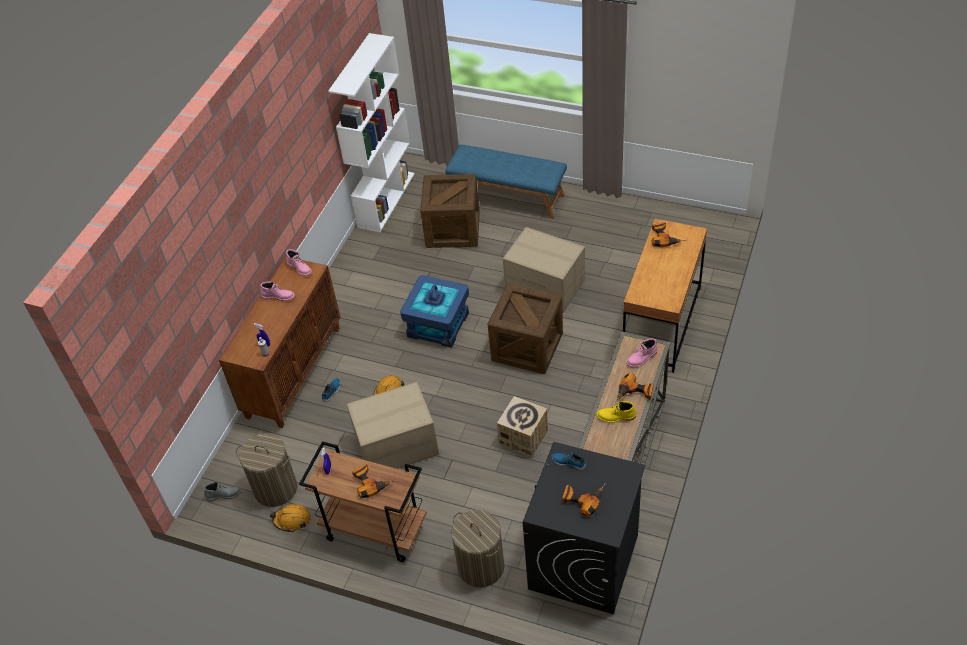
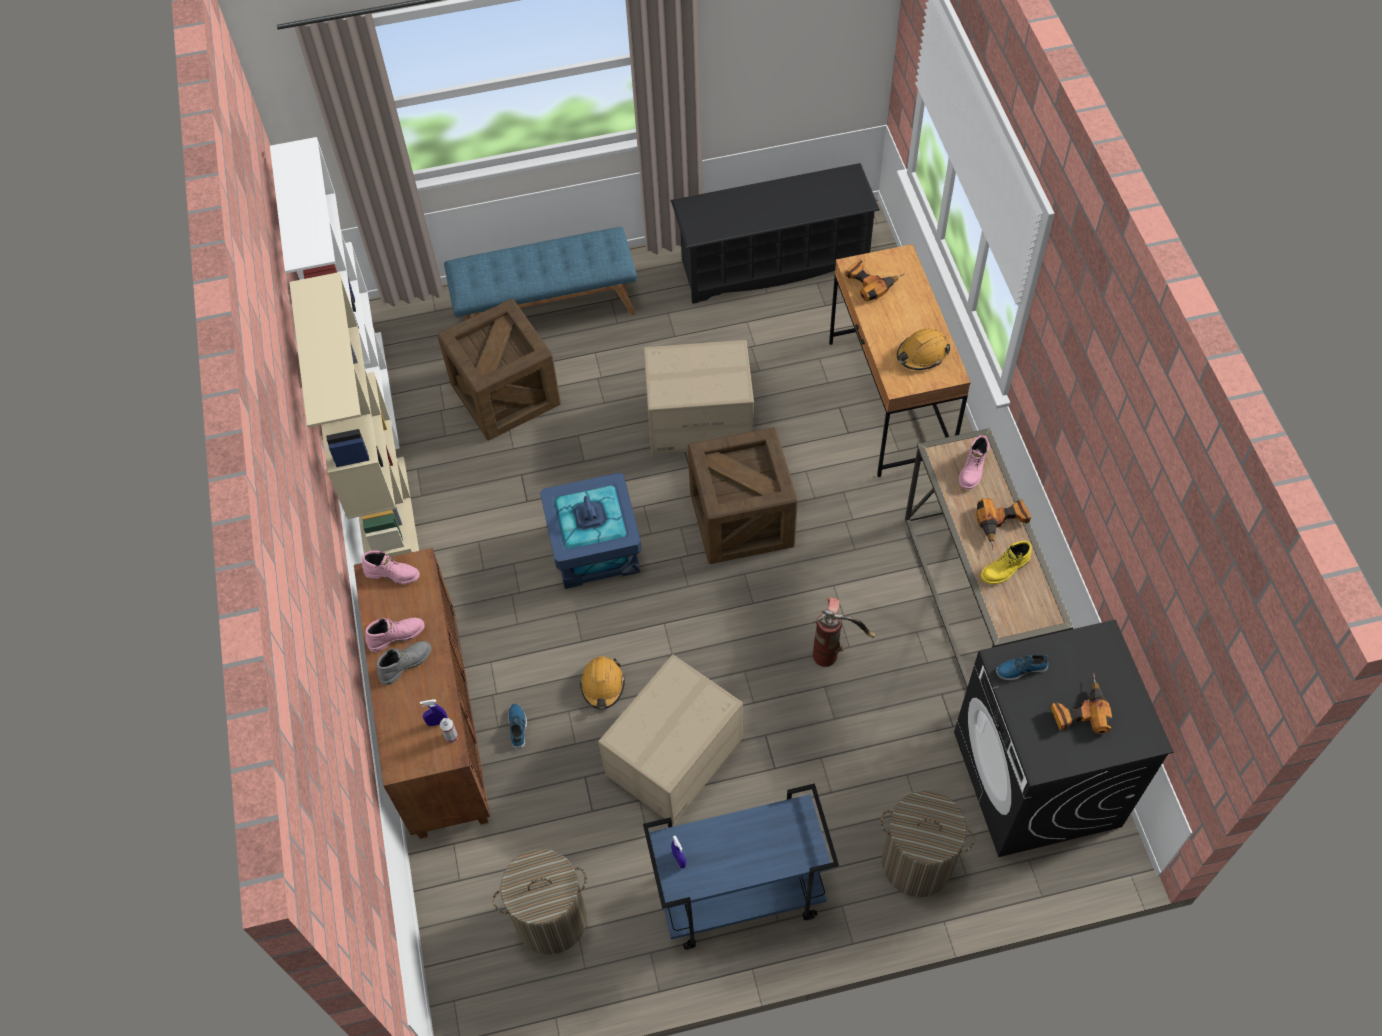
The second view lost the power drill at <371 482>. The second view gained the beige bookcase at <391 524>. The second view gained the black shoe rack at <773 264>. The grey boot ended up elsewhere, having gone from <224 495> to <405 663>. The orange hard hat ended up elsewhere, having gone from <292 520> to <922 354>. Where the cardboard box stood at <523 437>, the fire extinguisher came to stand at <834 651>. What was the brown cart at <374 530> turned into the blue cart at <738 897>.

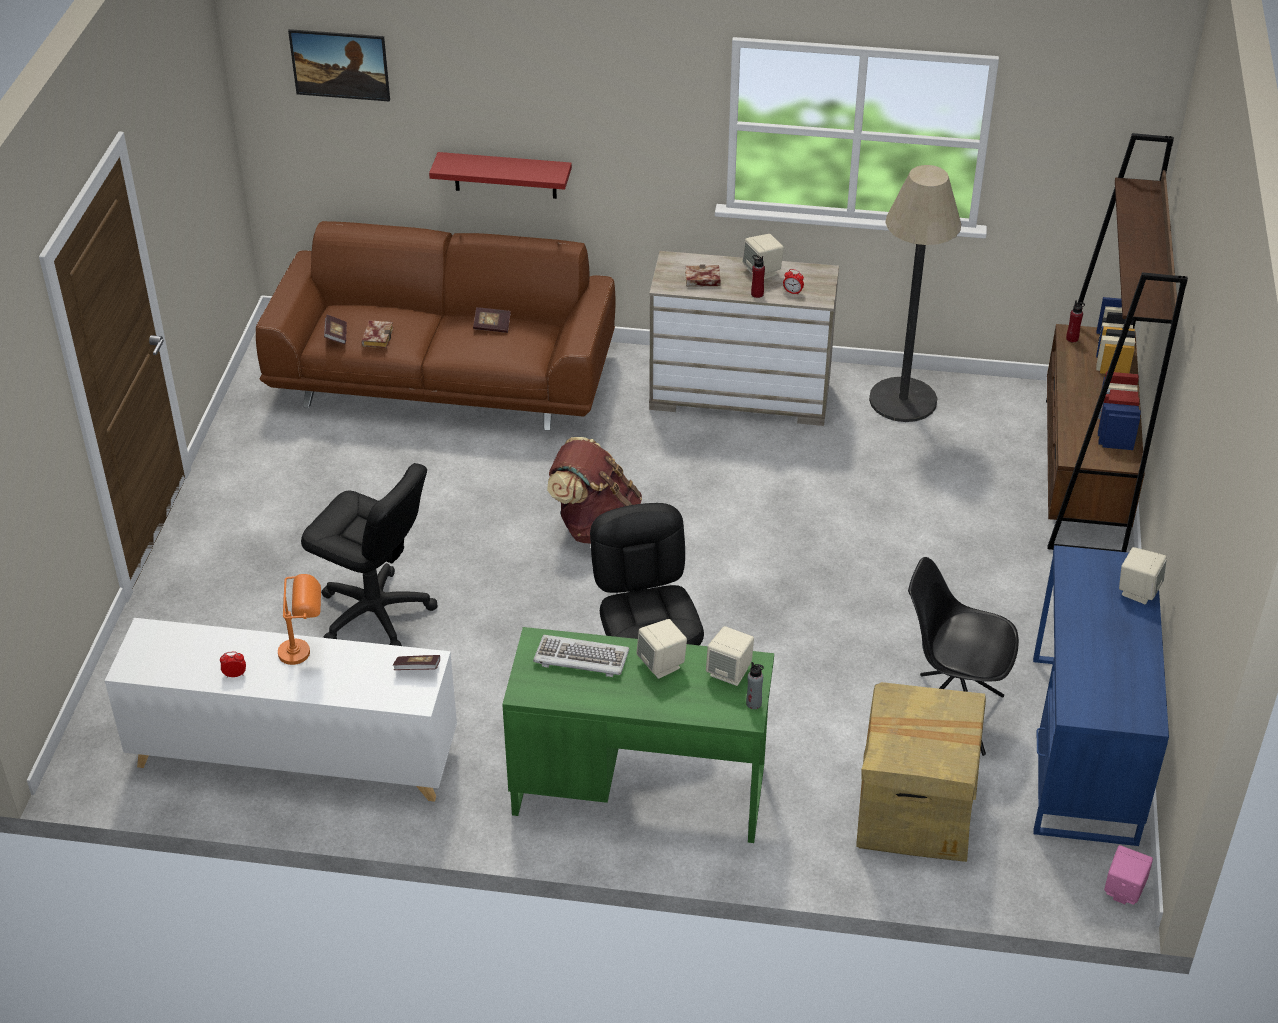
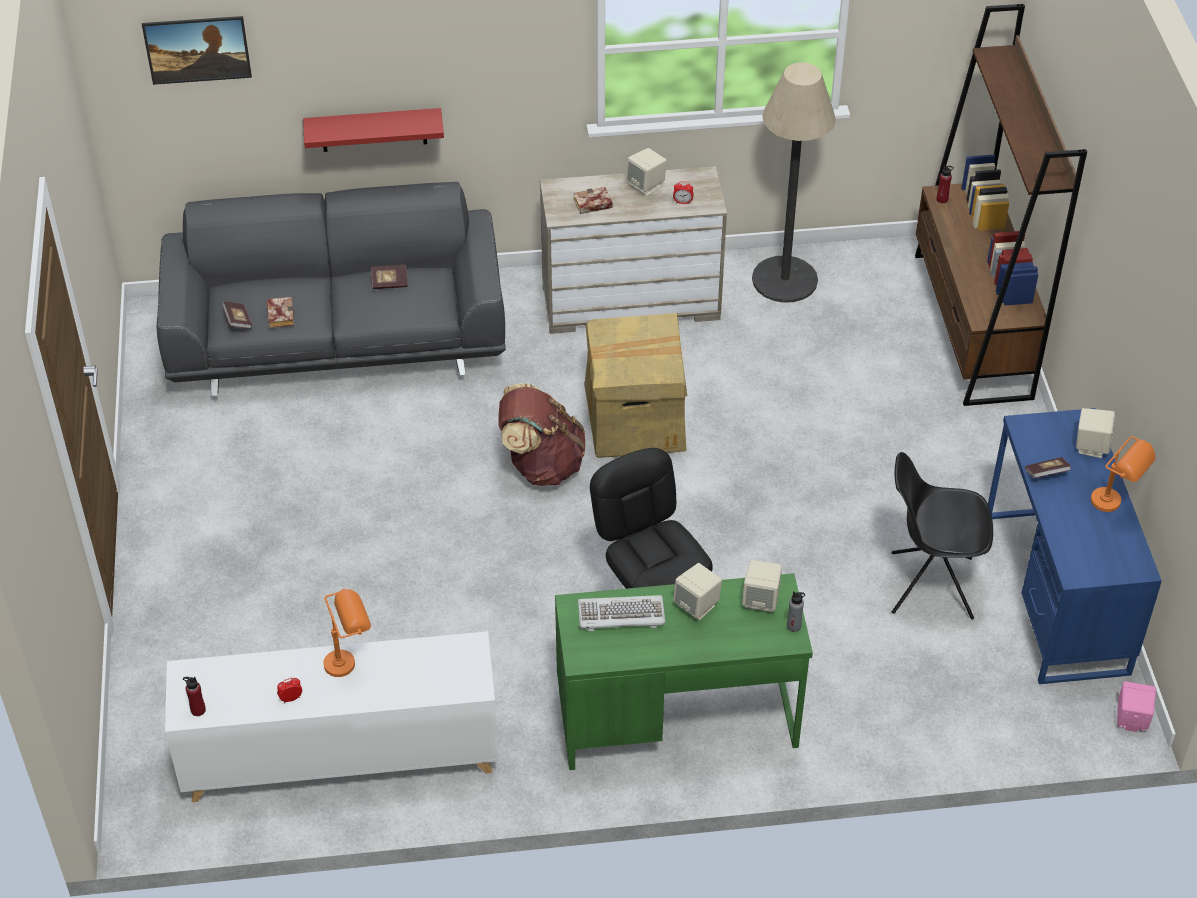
The second view lost the black office chair at <375 614>. The second view gained the orange table lamp at <1115 505>. The book ended up elsewhere, having gone from <417 669> to <1046 473>. The red bottle ended up elsewhere, having gone from <757 294> to <198 710>. The cardboard box ended up elsewhere, having gone from <914 809> to <635 419>. What was the brown sofa at <445 378> turned into the grey sofa at <338 337>.

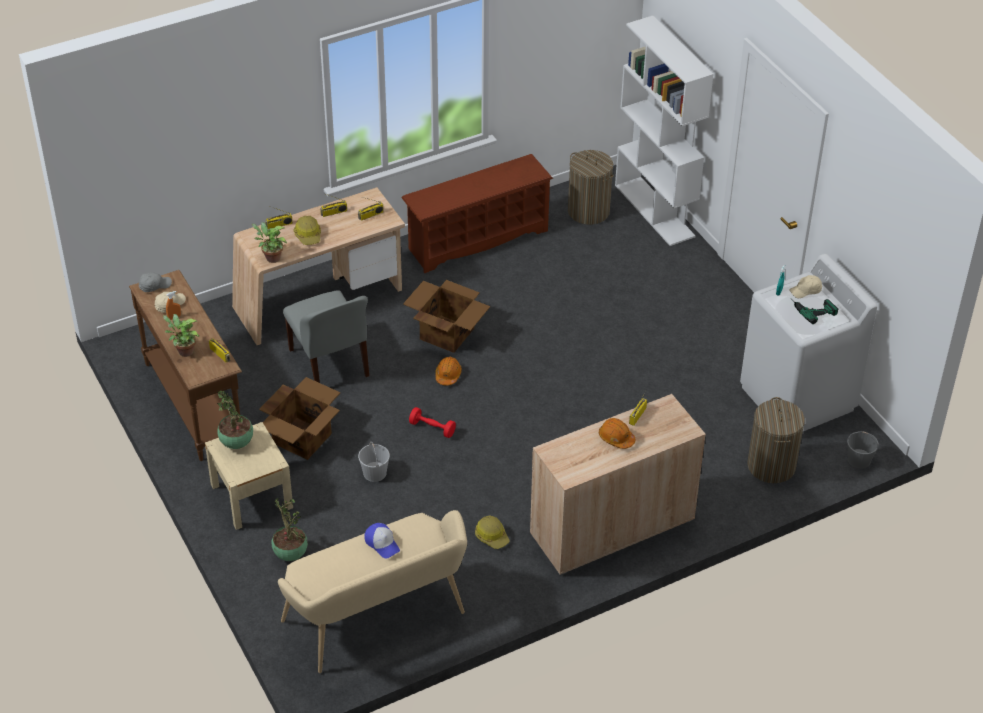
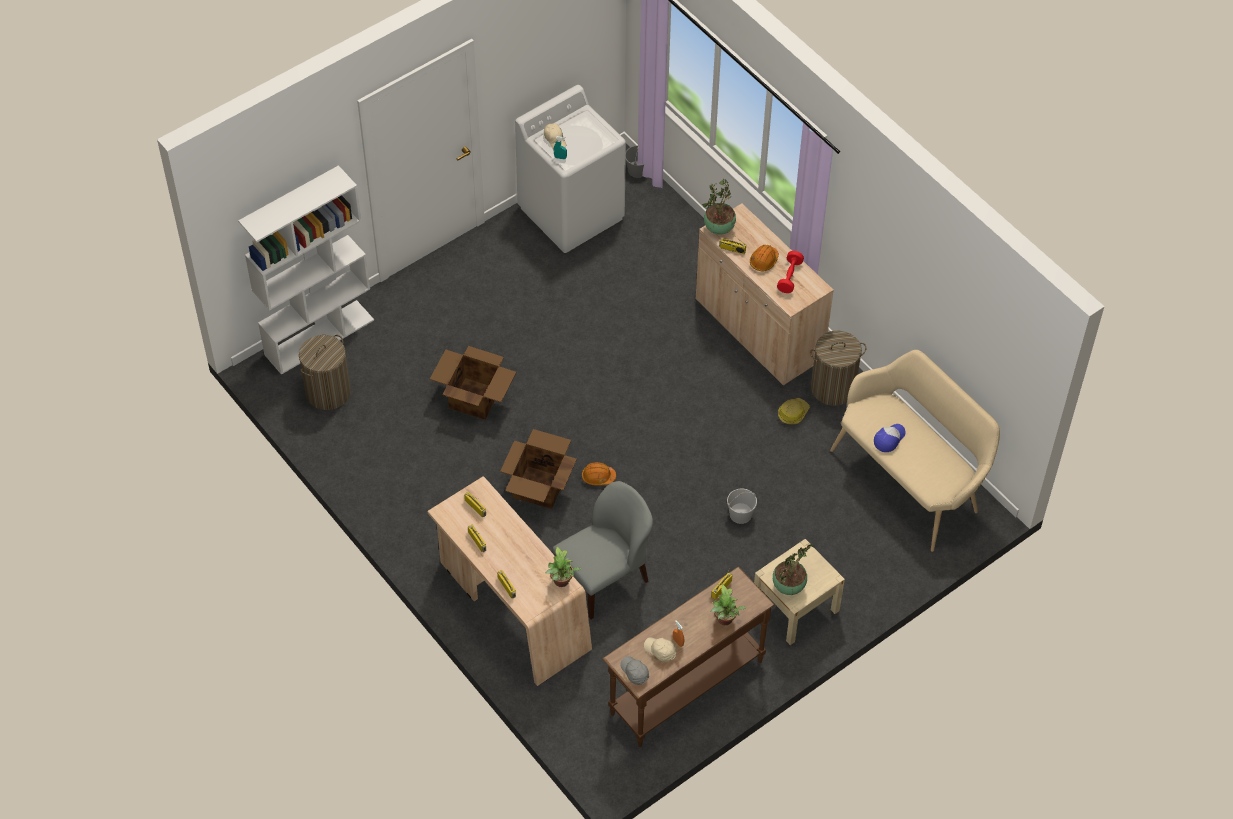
The second view lost the hard hat at <308 235>. The second view lost the brown shoe rack at <477 239>. The second view lost the power drill at <812 308>. The cardboard box ended up elsewhere, having gone from <302 438> to <474 398>. The potted plant ended up elsewhere, having gone from <290 554> to <718 229>. The red dumbbell ended up elsewhere, having gone from <432 428> to <789 277>. The laundry basket ended up elsewhere, having gone from <771 466> to <833 388>.

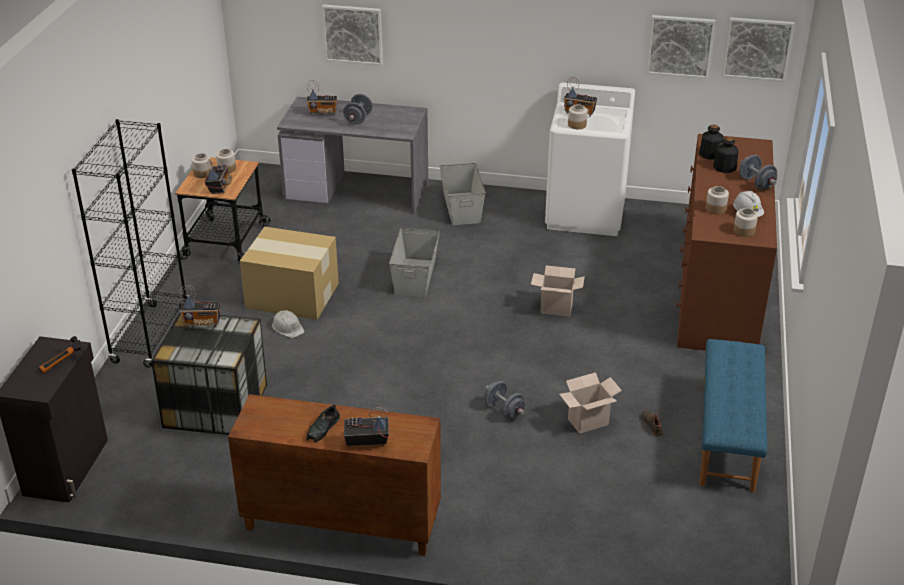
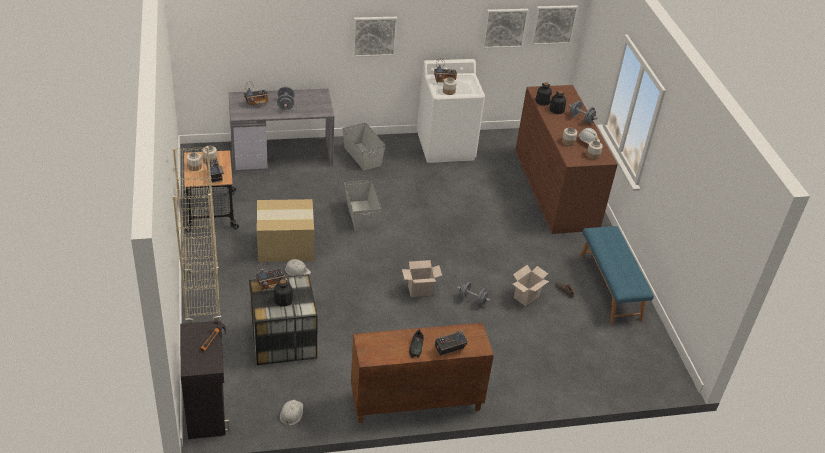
The second view gained the bottle at <283 300>. The second view gained the white hard hat at <291 413>. The picture ended up elsewhere, having gone from <353 34> to <374 36>. The cardboard box ended up elsewhere, having gone from <555 309> to <419 291>. What was the black bookcase at <150 335> turned into the beige bookcase at <202 297>.

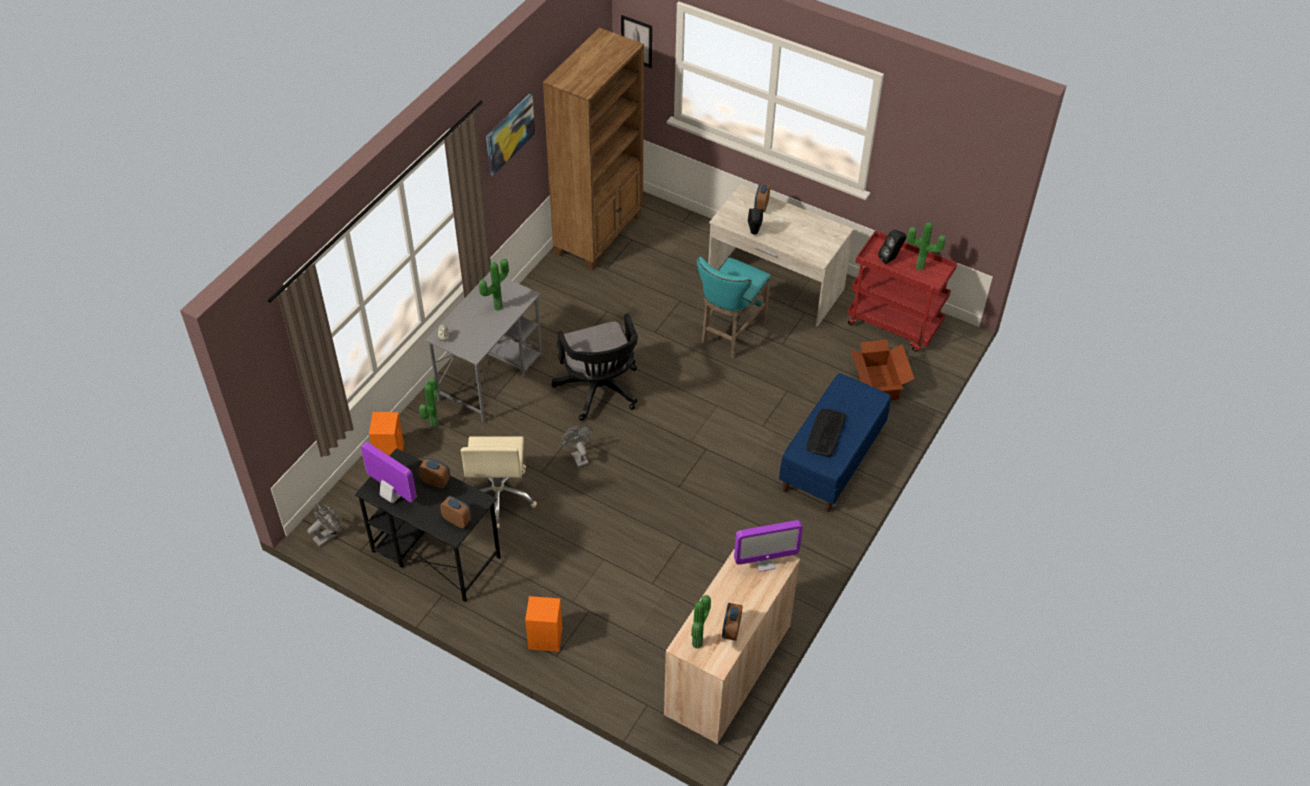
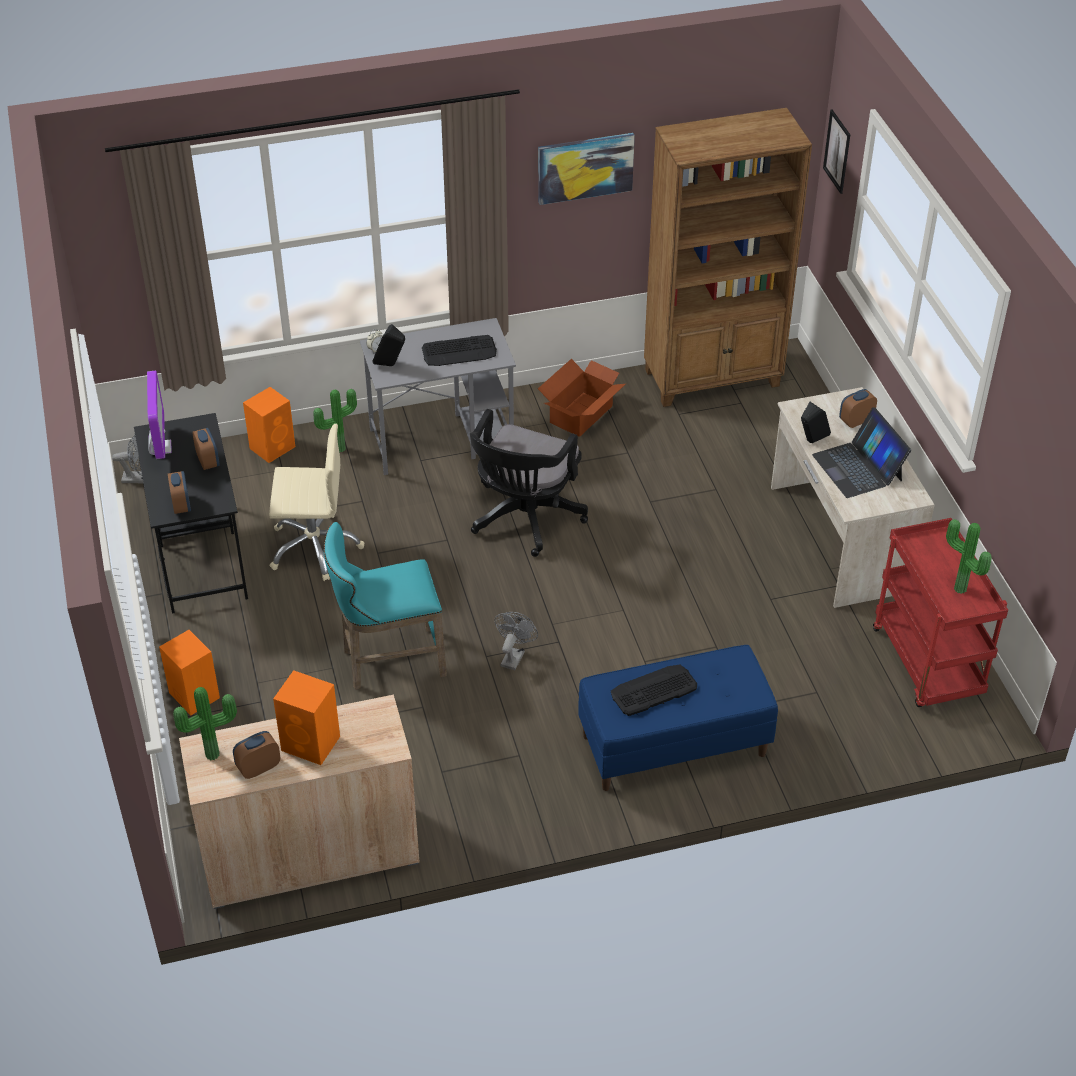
The second view lost the monitor at <765 562>. The second view gained the orange speaker at <312 744>. The second view gained the laptop at <858 467>. The grey fan ended up elsewhere, having gone from <578 456> to <514 656>. The turquoise stool ended up elsewhere, having gone from <729 334> to <388 661>. The cardboard box ended up elsewhere, having gone from <879 383> to <582 414>. The black speaker ended up elsewhere, having gone from <891 259> to <390 365>. Where the potted plant stood at <497 307>, the keyboard came to stand at <459 352>. The beige office chair at <499 497> ended up facing another way, 135 degrees counterclockwise from before.

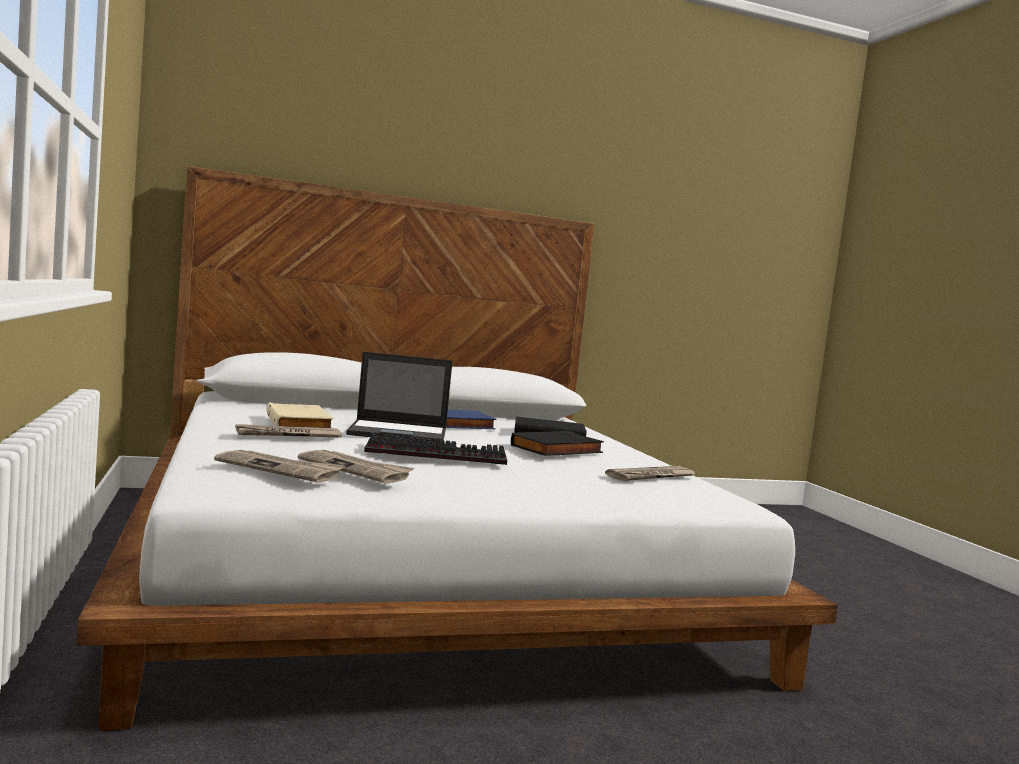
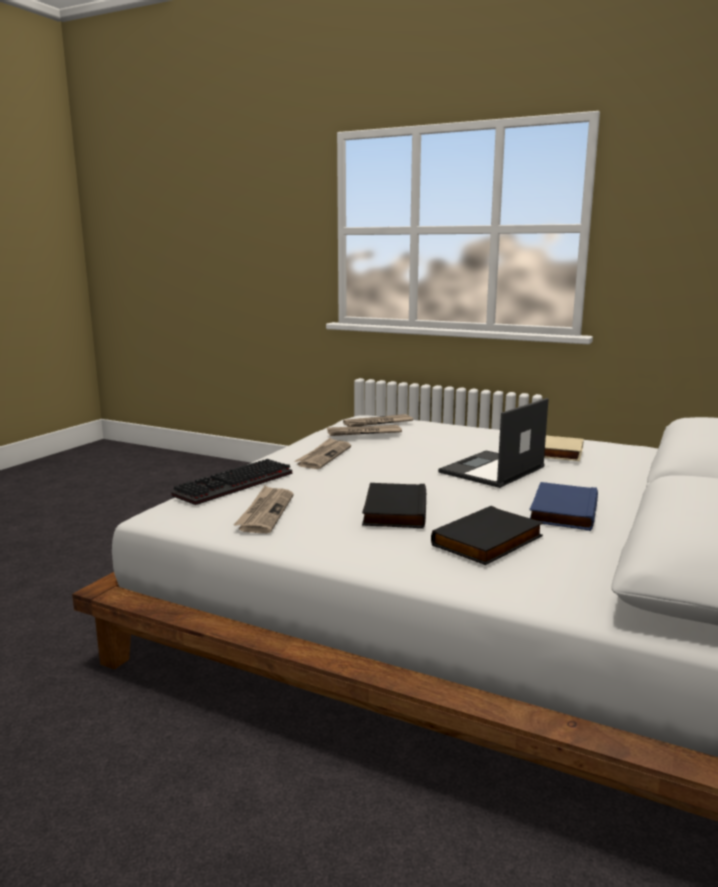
The newspaper ended up elsewhere, having gone from <287 435> to <323 456>. The keyboard ended up elsewhere, having gone from <439 454> to <234 485>.

